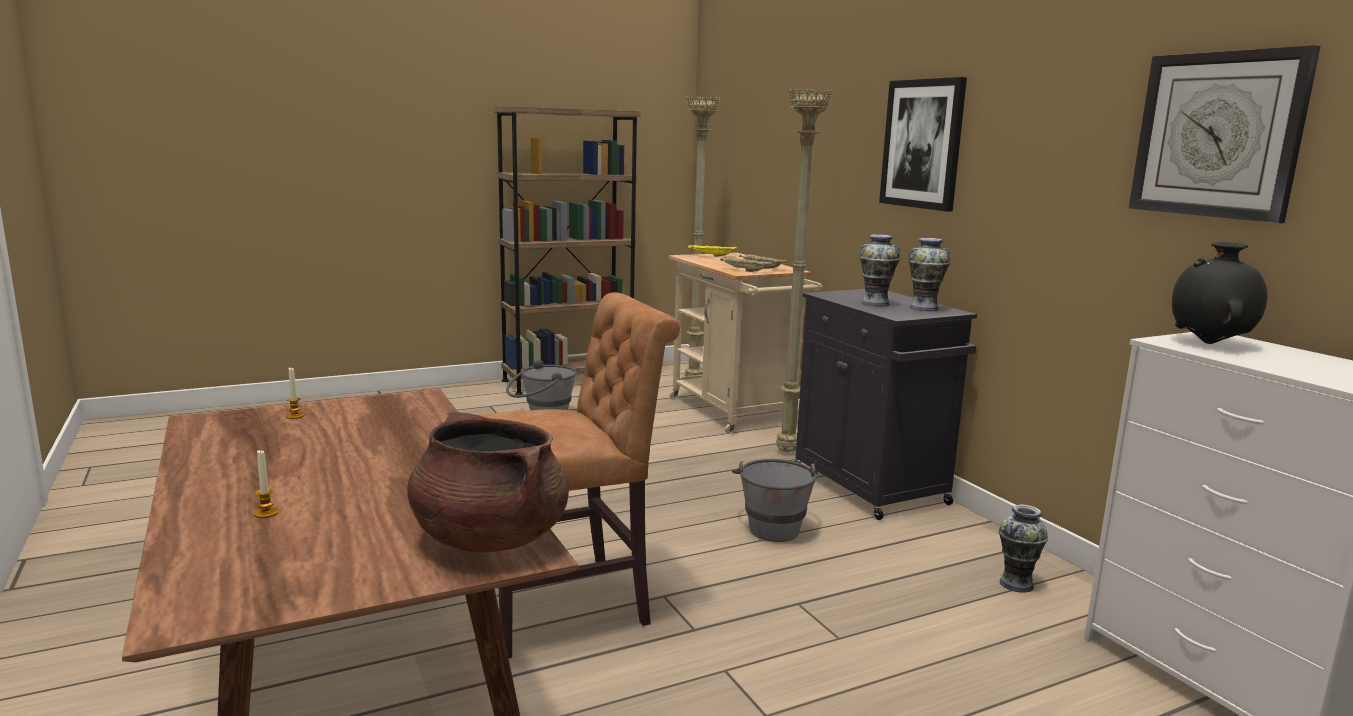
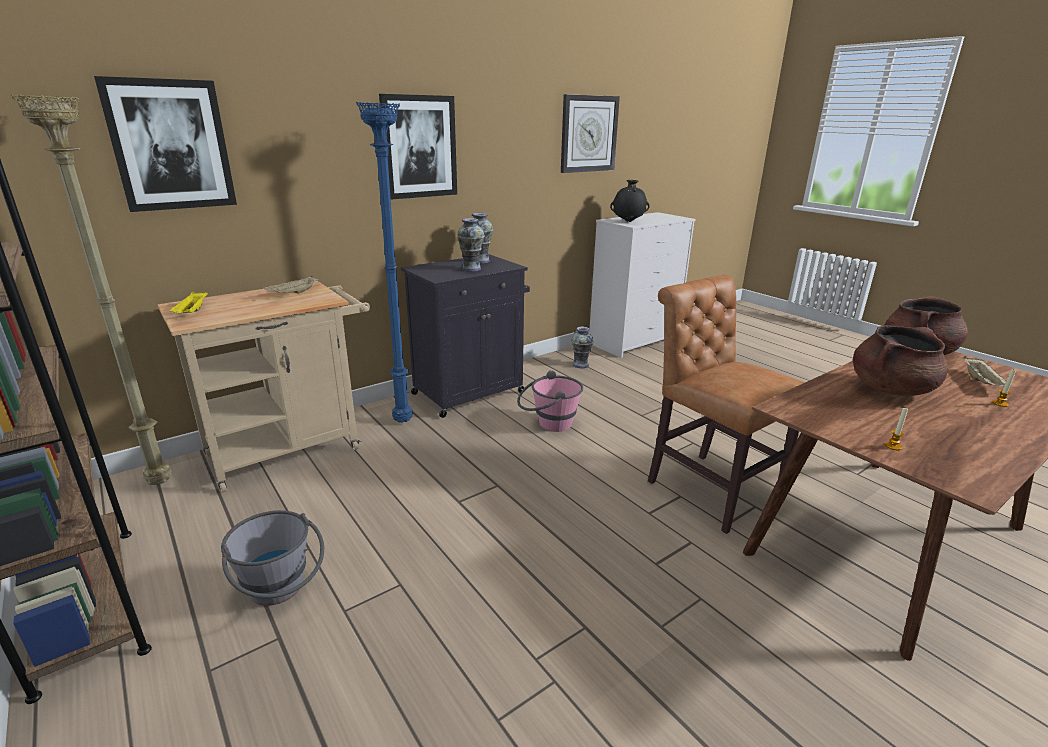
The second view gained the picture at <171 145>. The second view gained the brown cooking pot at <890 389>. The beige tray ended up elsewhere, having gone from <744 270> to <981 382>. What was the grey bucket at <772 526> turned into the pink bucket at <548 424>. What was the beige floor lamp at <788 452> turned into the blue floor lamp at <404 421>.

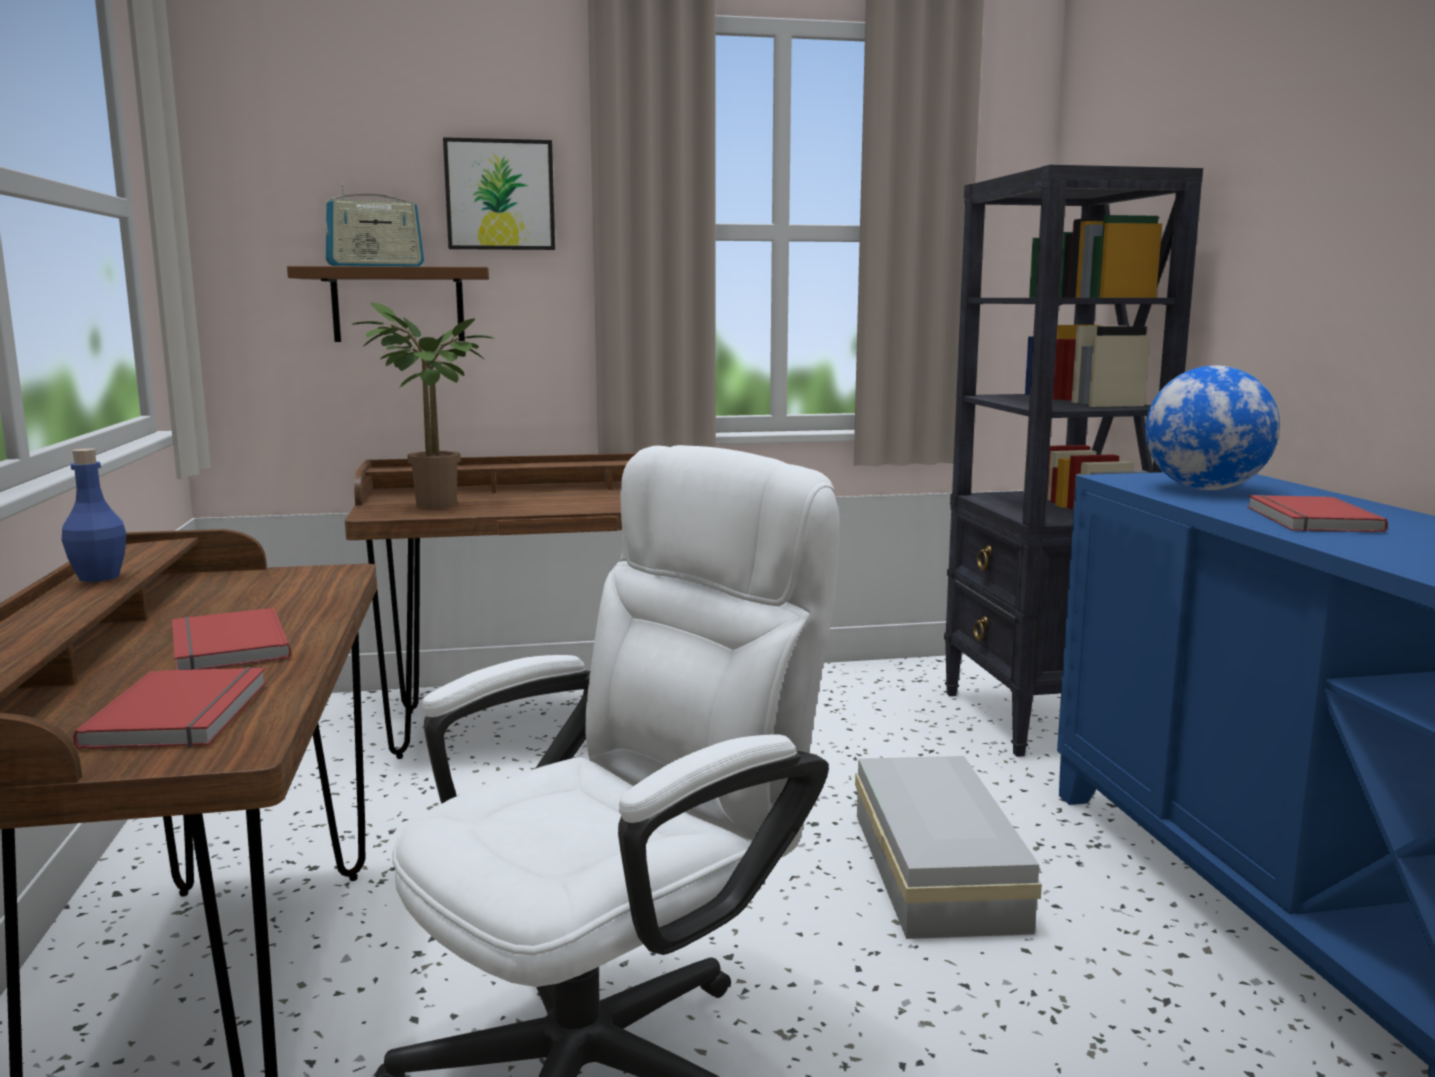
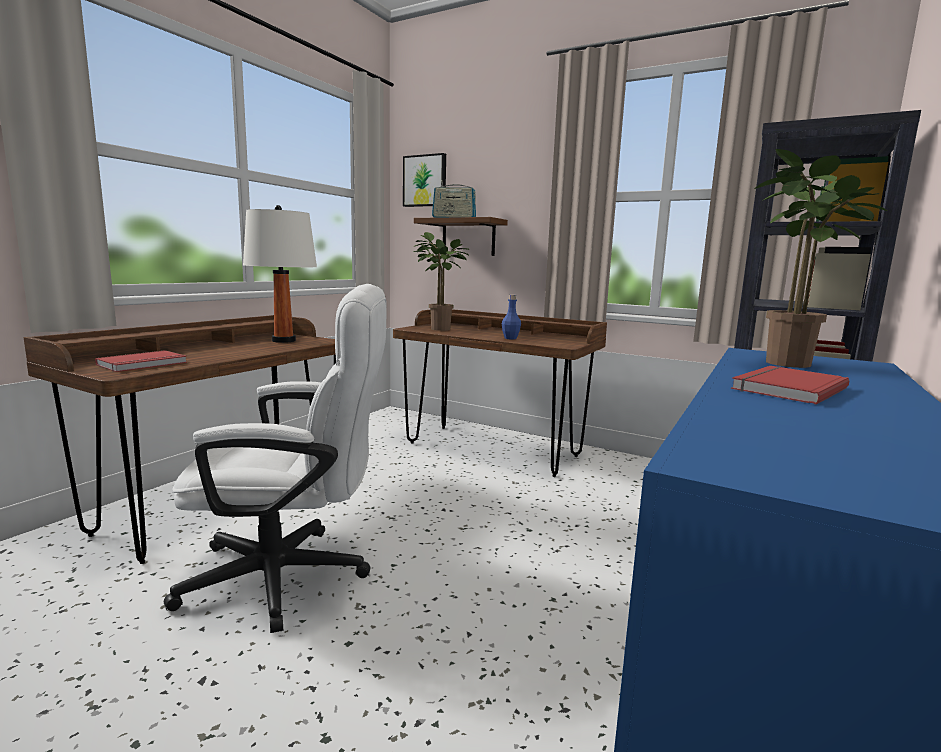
The second view lost the red book at <224 646>. The second view lost the white storage box at <938 867>. The second view gained the white table lamp at <283 340>. The blue bottle ended up elsewhere, having gone from <99 577> to <510 338>. The picture ended up elsewhere, having gone from <500 195> to <425 181>. Where the globe stood at <1205 489>, the potted plant came to stand at <791 365>.

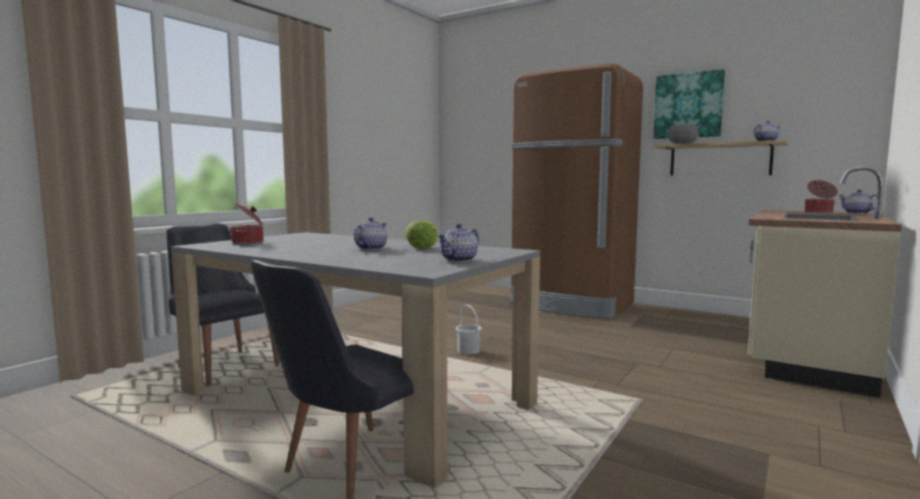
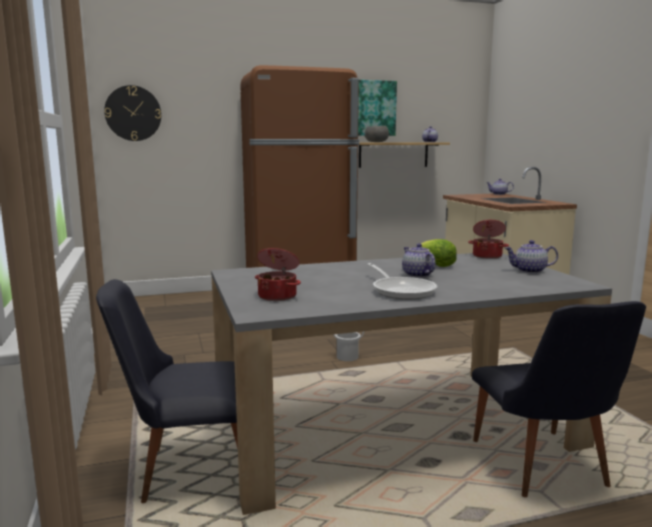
The second view gained the wall clock at <133 113>. The second view gained the frying pan at <401 290>. The cooking pot ended up elsewhere, having gone from <819 212> to <487 256>. The teapot at <459 260> ended up facing another way, 105 degrees clockwise from before.

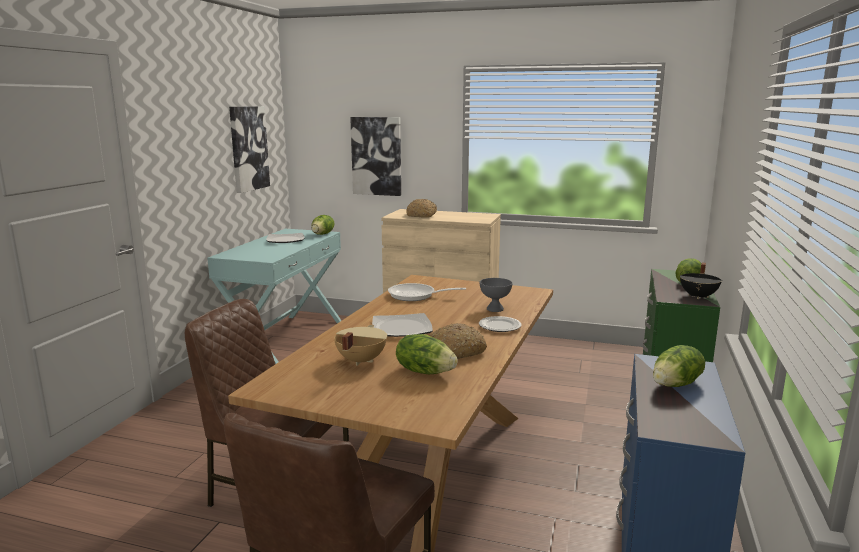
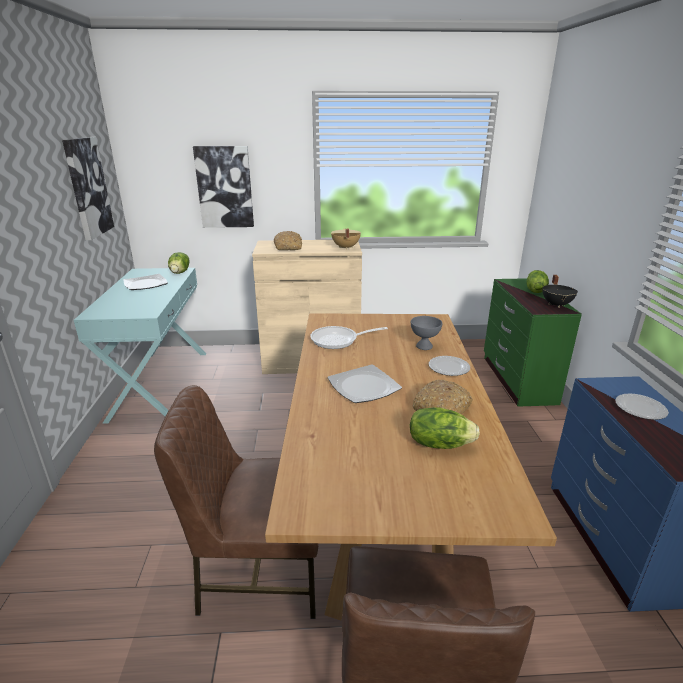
The beige cooking pot ended up elsewhere, having gone from <360 361> to <345 247>. Where the lettuce stood at <676 384>, the plate came to stand at <640 409>.

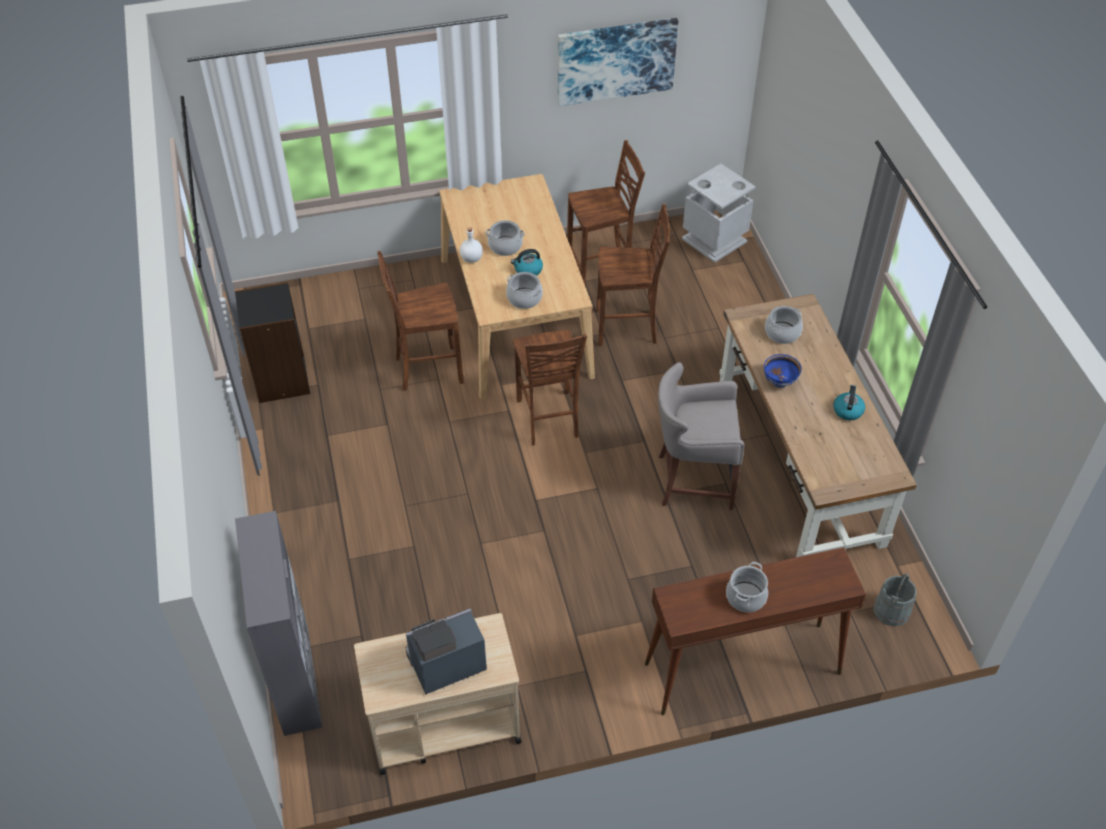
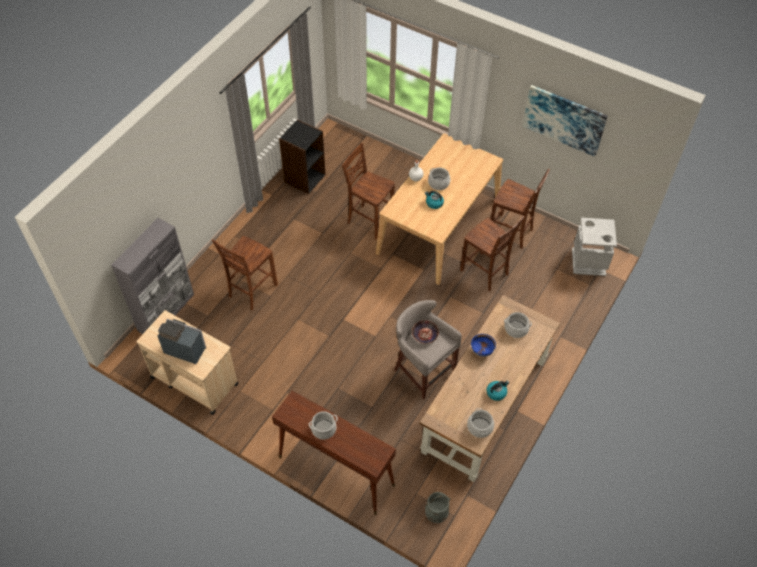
The second view gained the bowl at <424 335>. The cooking pot ended up elsewhere, having gone from <524 298> to <480 427>. The brown chair ended up elsewhere, having gone from <548 419> to <251 291>.

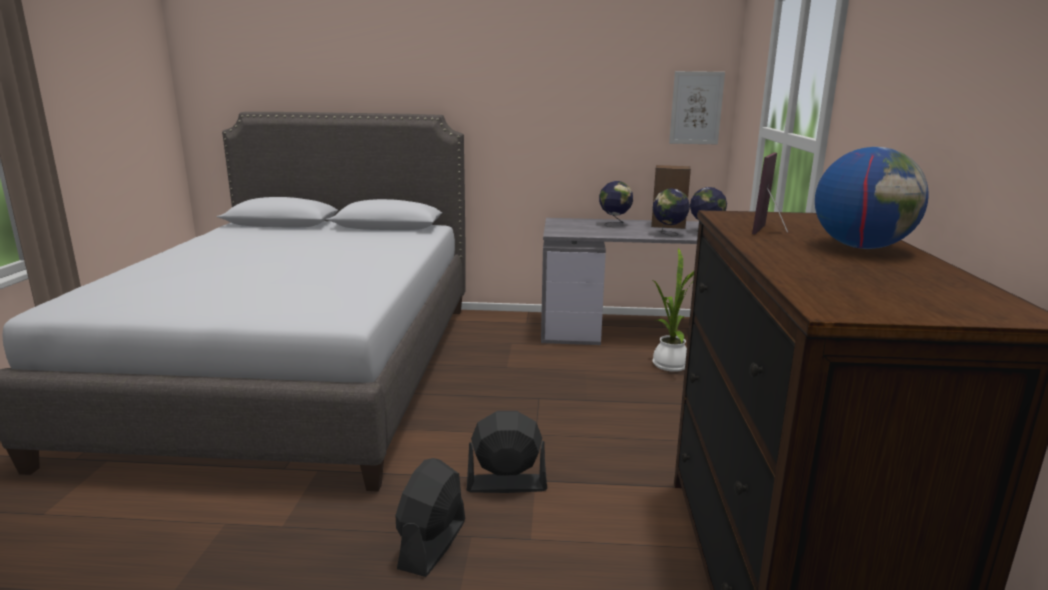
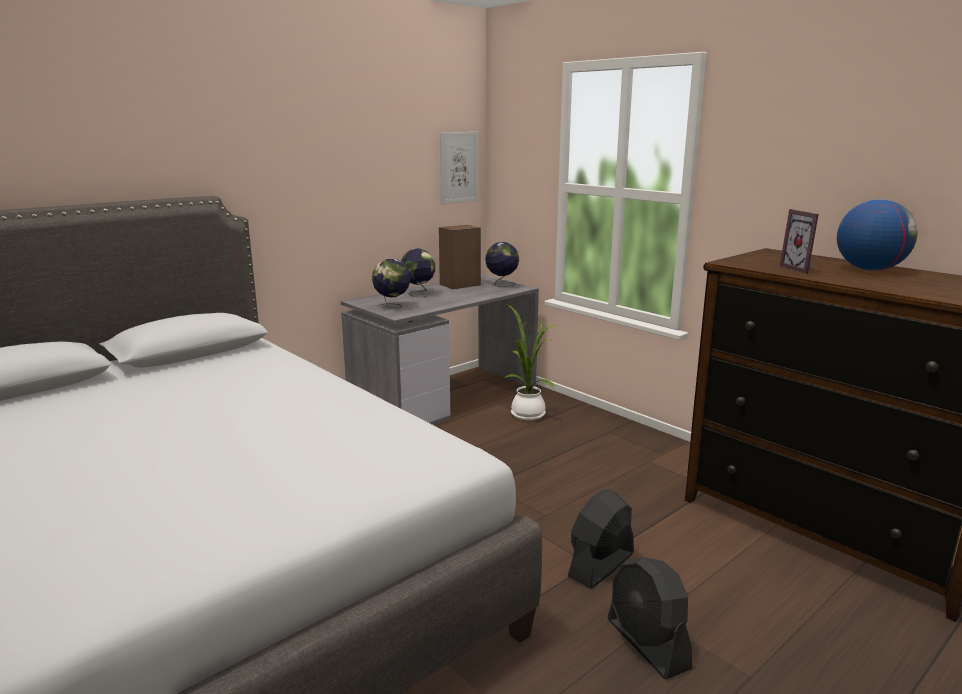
The globe ended up elsewhere, having gone from <668 234> to <392 307>.

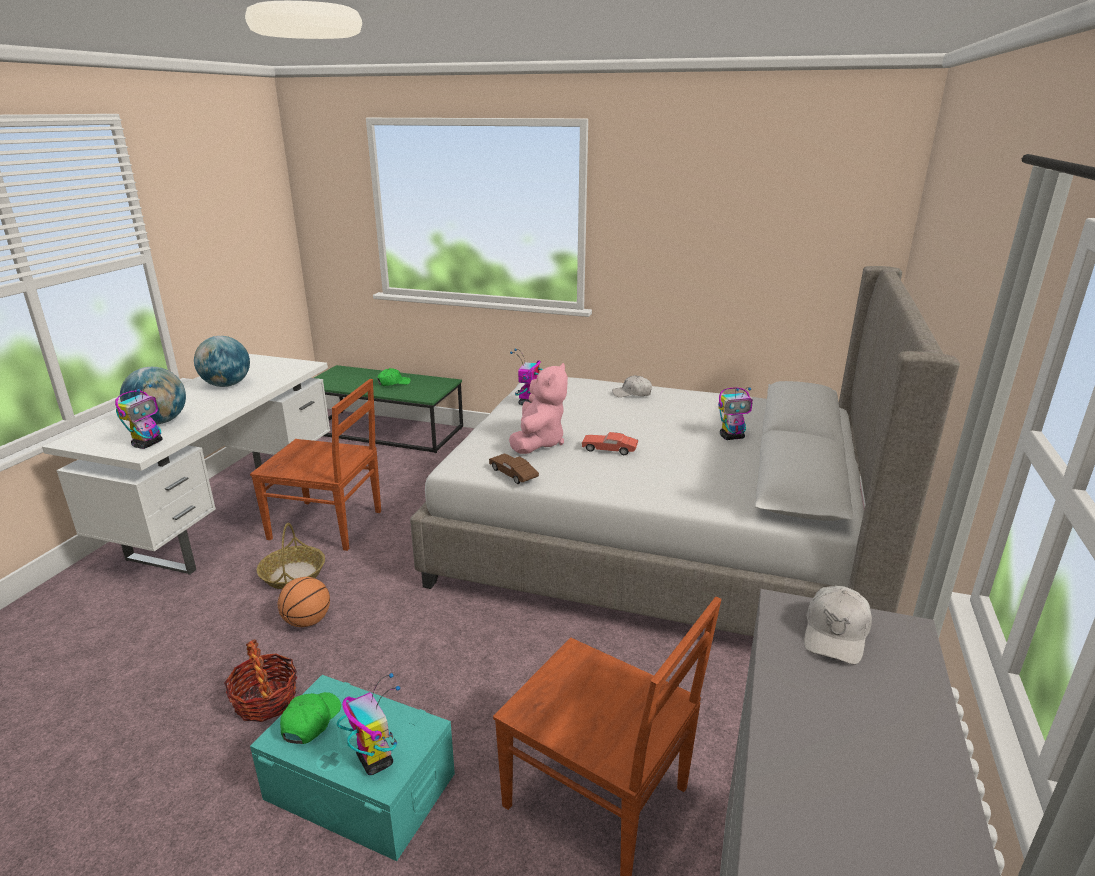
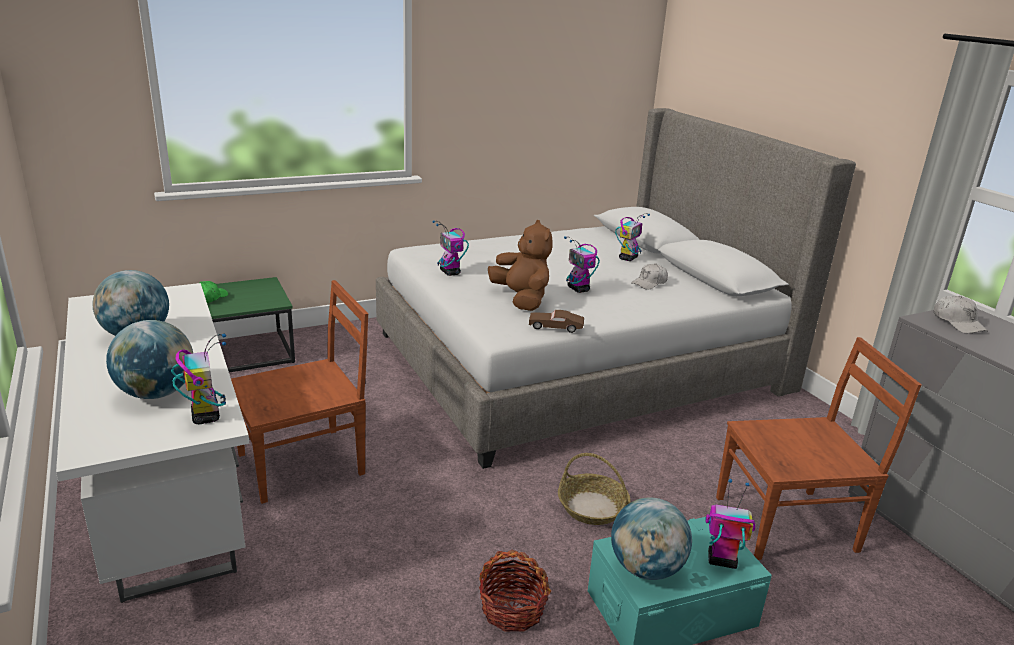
The second view lost the basketball at <307 621>. The basket ended up elsewhere, having gone from <293 574> to <591 507>. The white cap ended up elsewhere, having gone from <632 393> to <649 283>. Where the green cap stood at <311 721>, the globe came to stand at <645 569>. Where the red toy car stood at <609 450>, the toy robot came to stand at <578 289>. What was the pink plush toy at <538 442> turned into the brown plush toy at <521 299>.

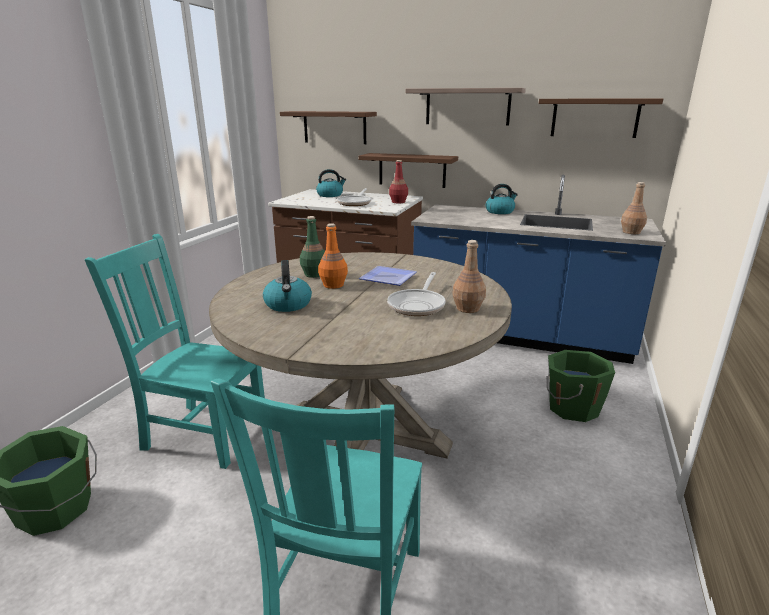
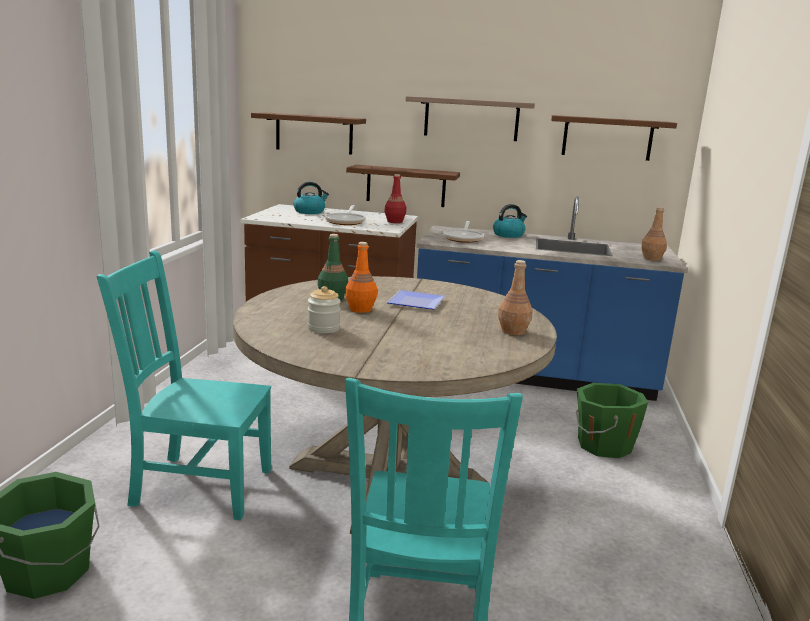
The frying pan ended up elsewhere, having gone from <418 305> to <463 238>. Where the kettle stood at <288 305>, the jar came to stand at <323 328>.

